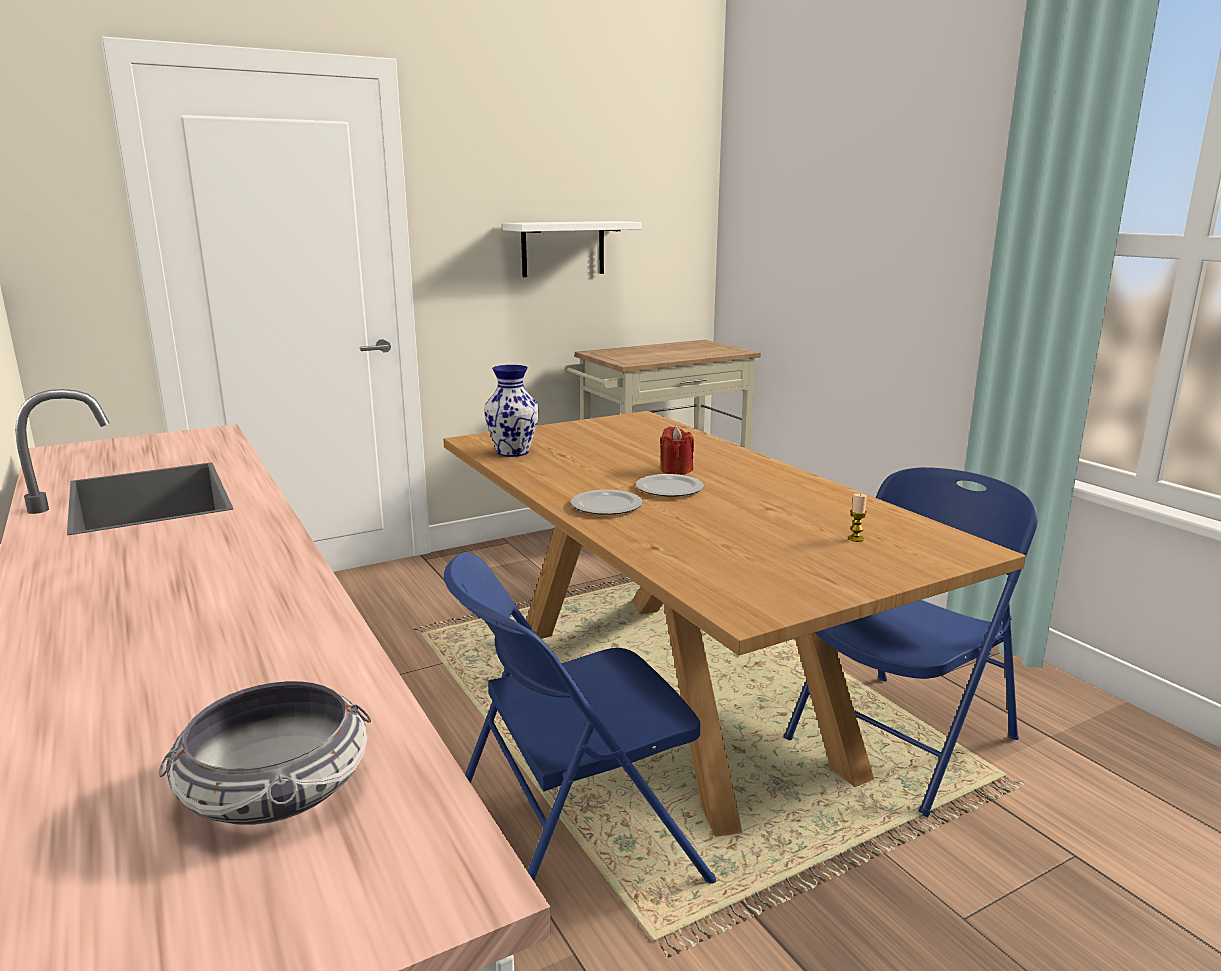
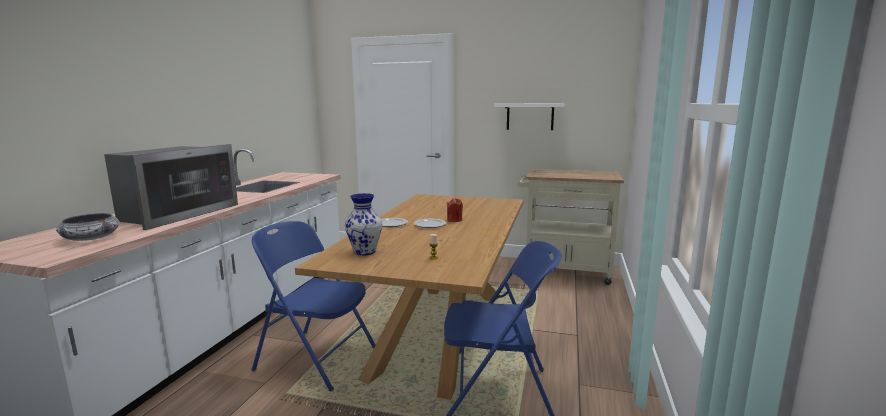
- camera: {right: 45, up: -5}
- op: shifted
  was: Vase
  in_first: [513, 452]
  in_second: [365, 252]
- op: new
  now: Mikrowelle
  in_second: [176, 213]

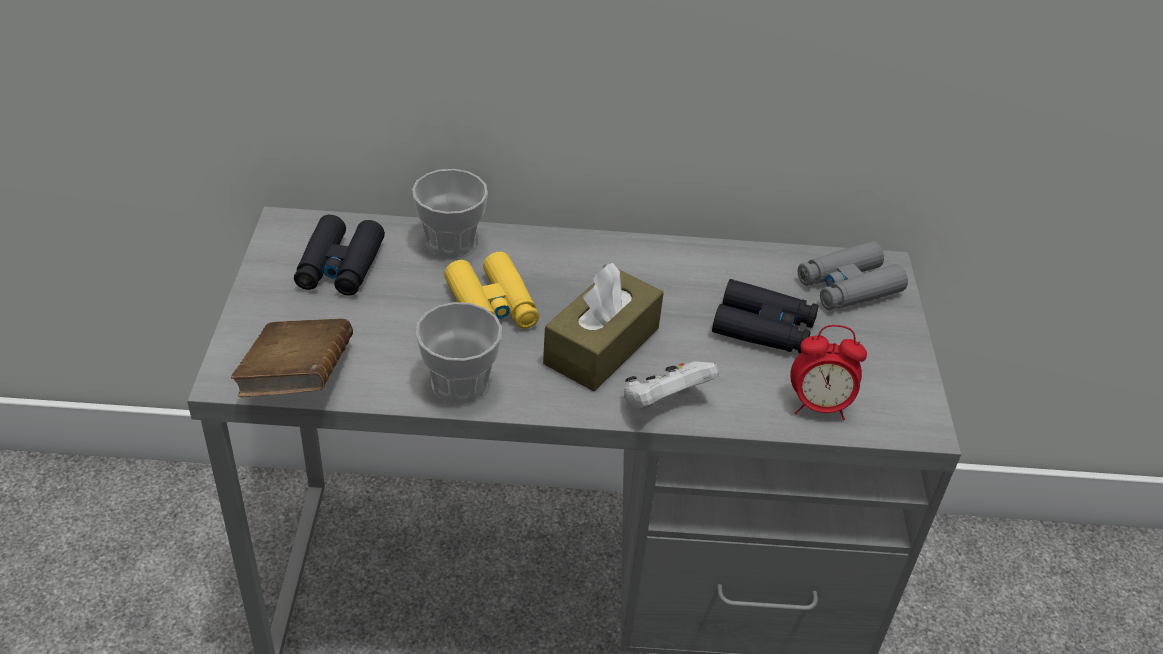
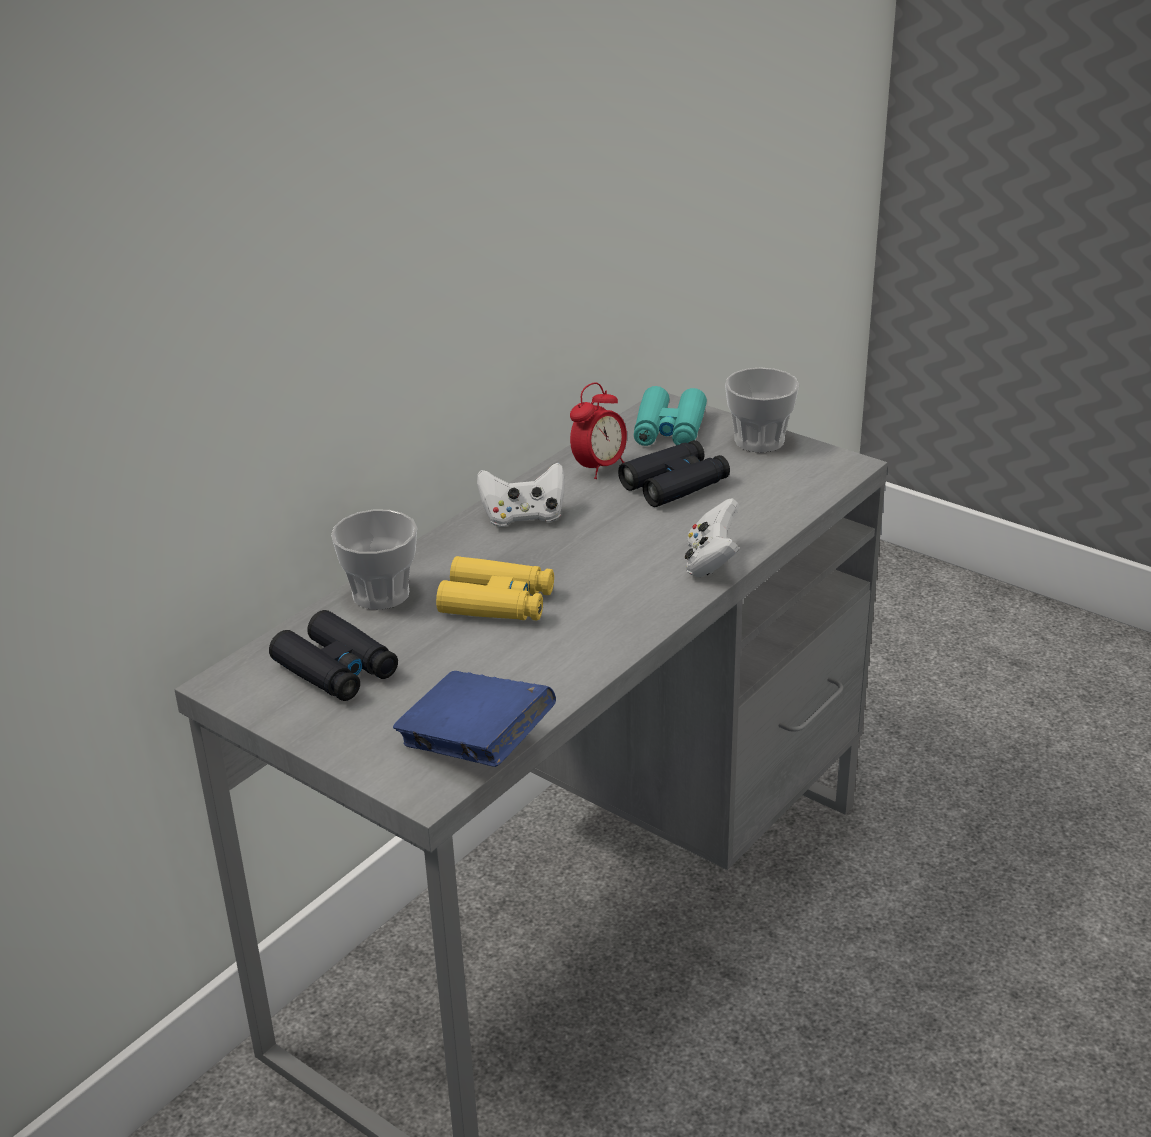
- camera: {right: -50, up: -10}
- op: repainted
  was: Buch [braun]
  now: Buch [blau]
  in_first: [298, 380]
  in_second: [476, 746]
- op: shifted
  was: Tasse
  in_first: [459, 384]
  in_second: [759, 441]
- op: gone
  was: Taschentuchbox [braun]
  in_first: [601, 346]
- op: shifted
  was: Wecker
  in_first: [819, 406]
  in_second: [599, 468]
- op: repainted
  was: Fernglas [grau]
  now: Fernglas [türkis]
  in_first: [848, 286]
  in_second: [669, 429]
- op: new
  now: Gamepad [weiß]
  in_second: [523, 517]

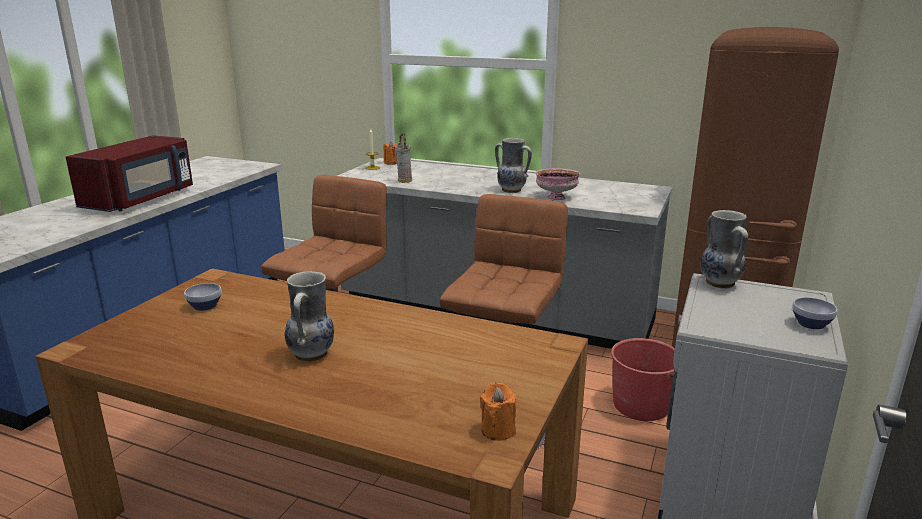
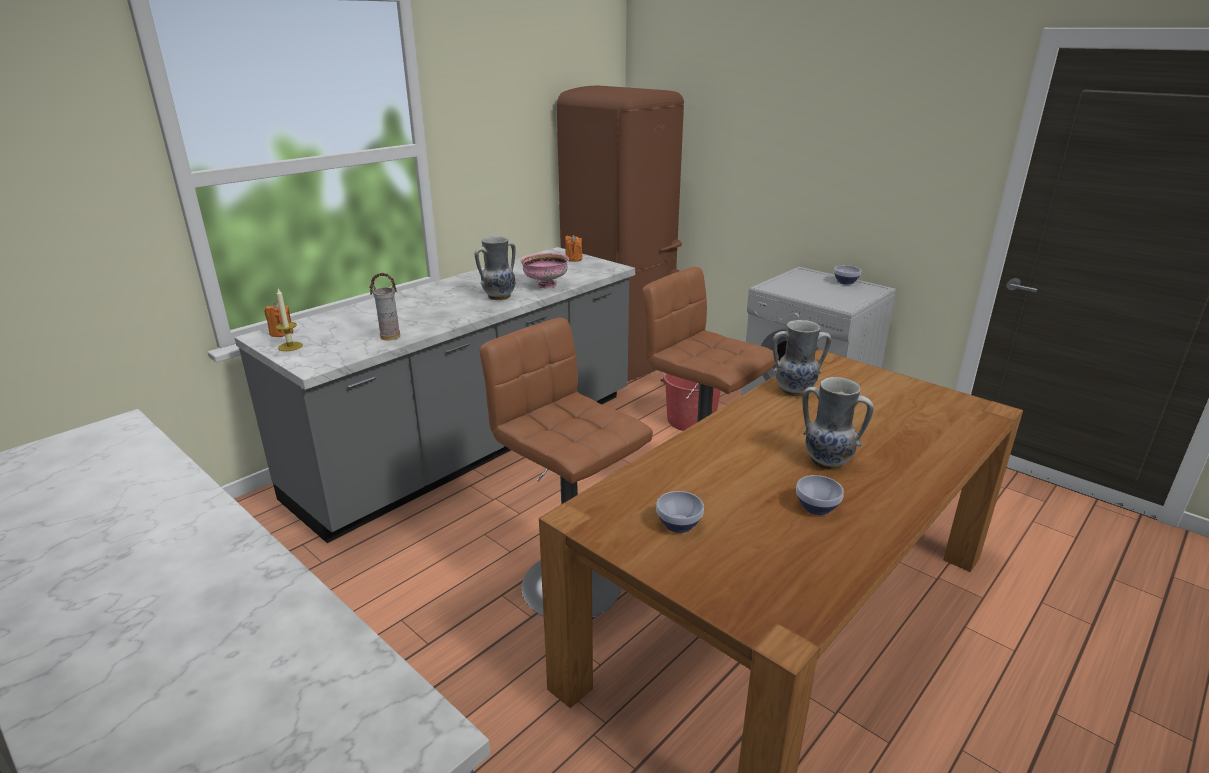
- camera: {right: -70, up: 5}
- op: gone
  was: Mikrowelle [rot]
  in_first: [141, 199]
- op: shifted
  was: Kerze [orange]
  in_first: [498, 430]
  in_second: [573, 259]
- op: shifted
  was: Vase
  in_first: [719, 283]
  in_second: [794, 391]
- op: new
  now: Schüssel
  in_second: [817, 508]

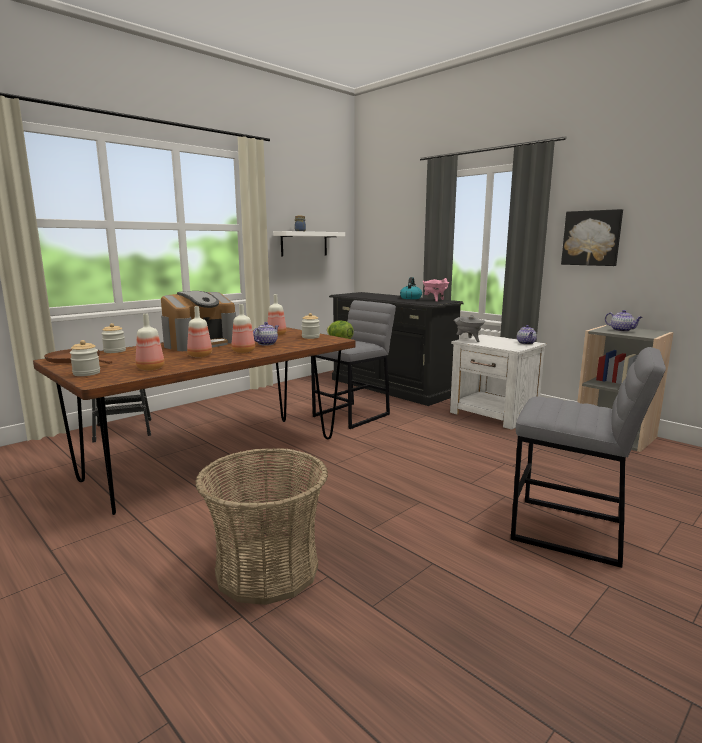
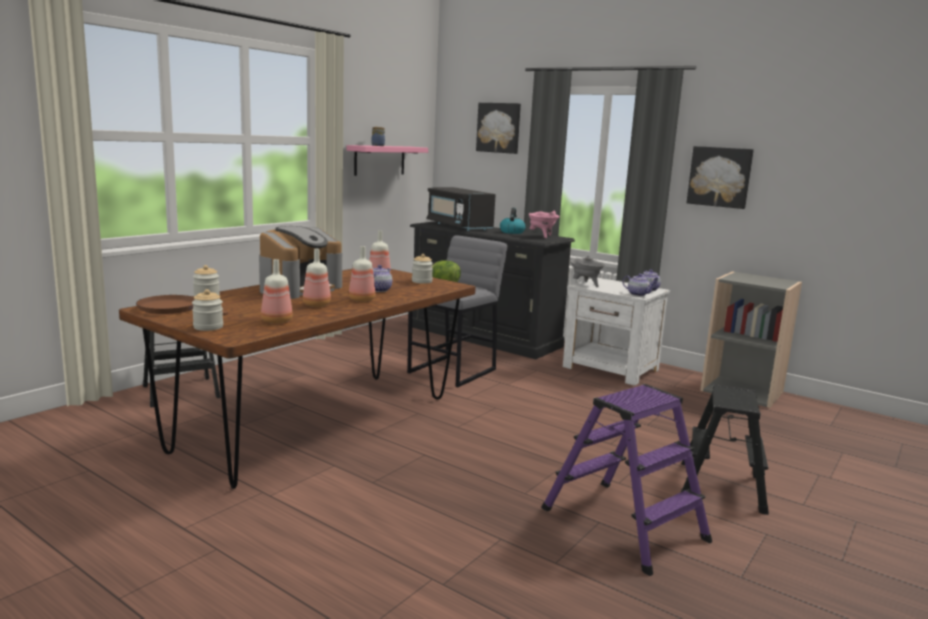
- camera: {right: -10, up: 0}
- op: gone
  was: Korb
  in_first: [267, 570]
- op: repainted
  was: Wandregal [weiß]
  now: Wandregal [rosa]
  in_first: [304, 244]
  in_second: [379, 160]
- op: swapped
  was: Hocker [grau]
  now: Trittleiter [schwarz]
  in_first: [571, 531]
  in_second: [721, 487]
- op: shifted
  was: Teekanne
  in_first: [622, 330]
  in_second: [638, 294]
- op: new
  now: Mikrowelle [schwarz]
  in_second: [458, 226]
- op: new
  now: Bild
  in_second: [499, 128]
- op: new
  now: Trittleiter [lila]
  in_second: [624, 524]

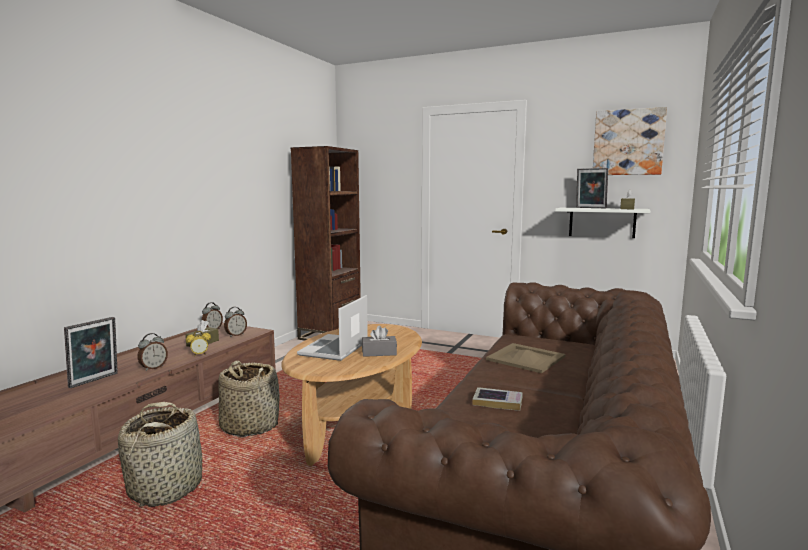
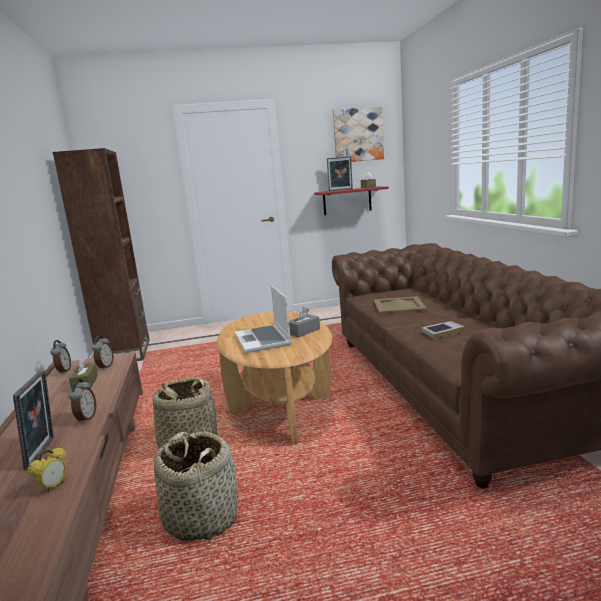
- camera: {right: -35, up: 5}
- op: shifted
  was: Wecker
  in_first: [199, 355]
  in_second: [53, 486]
- op: repainted
  was: Wandregal [weiß]
  now: Wandregal [rot]
  in_first: [602, 222]
  in_second: [347, 201]

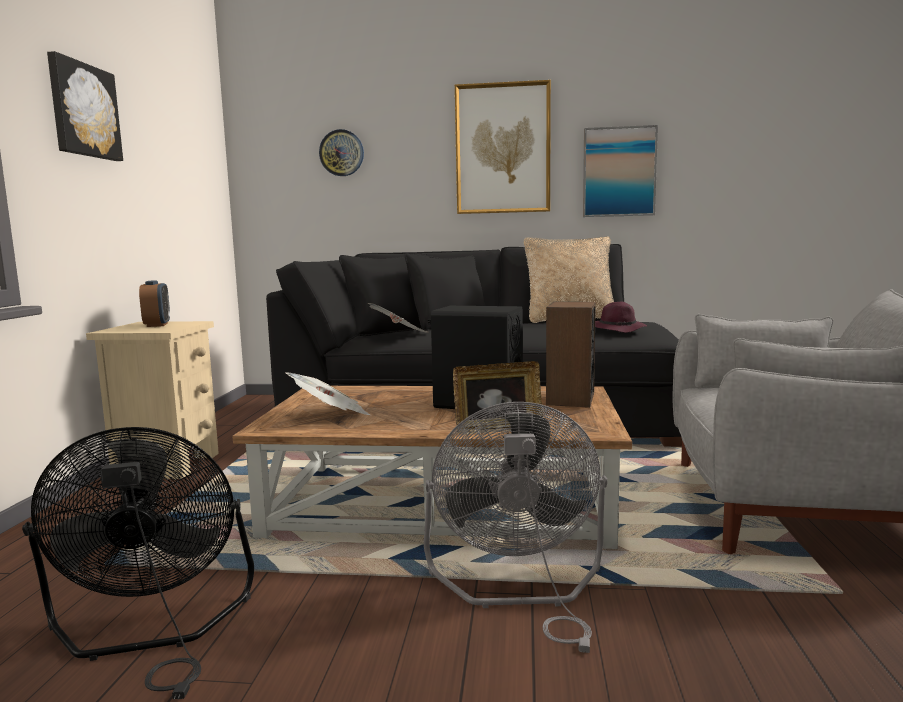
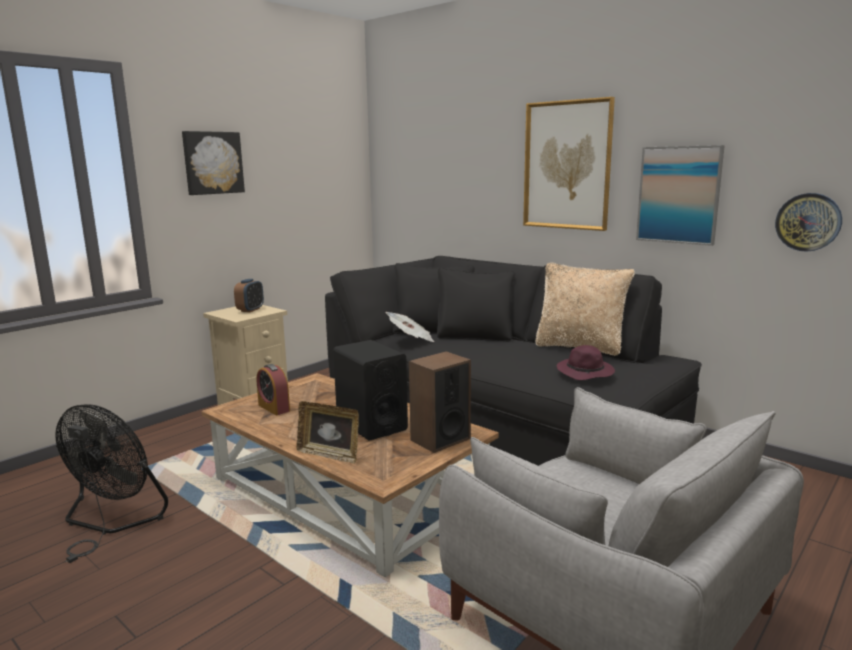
- camera: {right: 35, up: 5}
- op: swapped
  was: Zeitung
  now: Wecker
  in_first: [331, 415]
  in_second: [274, 408]
- op: shifted
  was: Wanduhr
  in_first: [341, 153]
  in_second: [808, 222]
- op: gone
  was: Ventilator [grau]
  in_first: [525, 591]

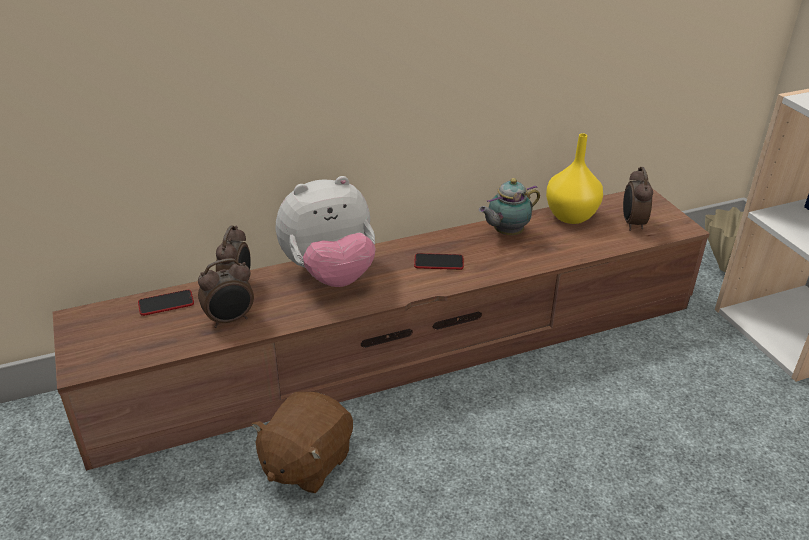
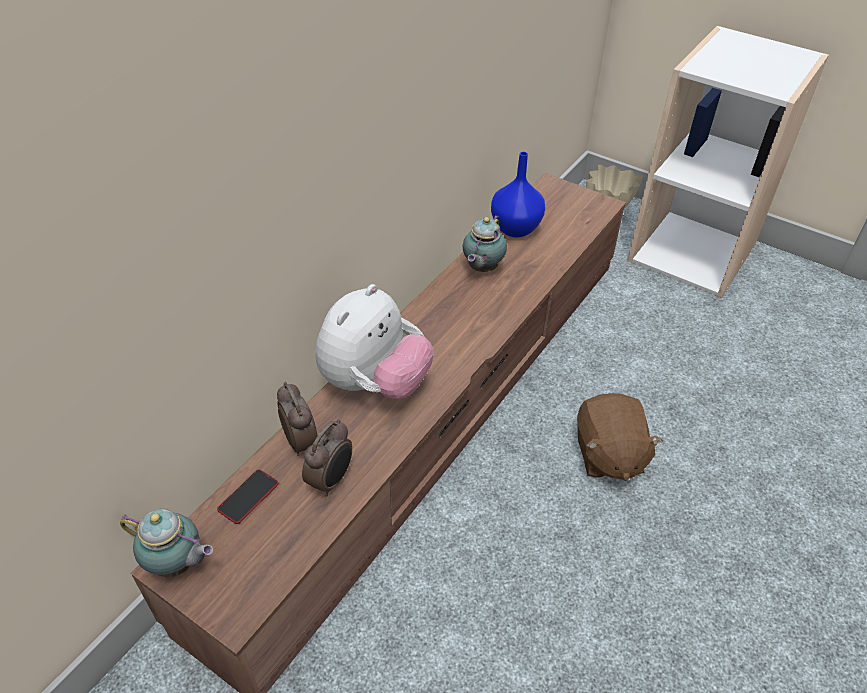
- camera: {right: -35, up: 10}
- op: shifted
  was: Plüschtier [braun]
  in_first: [306, 462]
  in_second: [608, 455]
- op: gone
  was: Handy
  in_first: [438, 262]
- op: repainted
  was: Vase [gelb]
  now: Vase [blau]
  in_first: [572, 216]
  in_second: [516, 228]
- op: gone
  was: Wecker
  in_first: [632, 223]
- op: new
  now: Teekanne
  in_second: [177, 564]

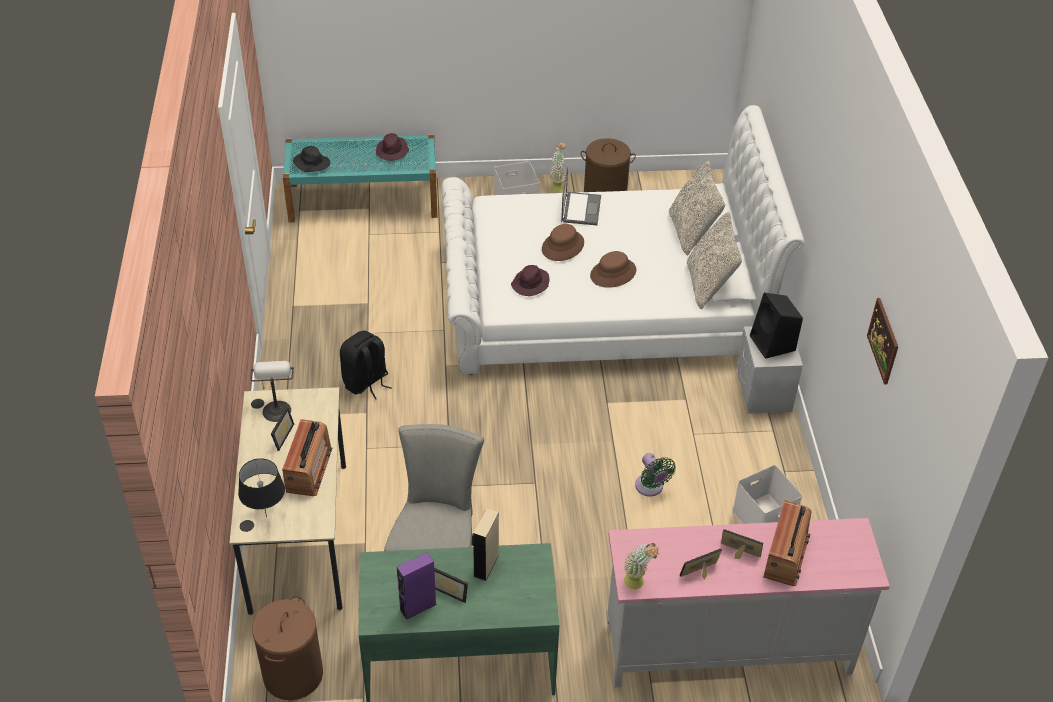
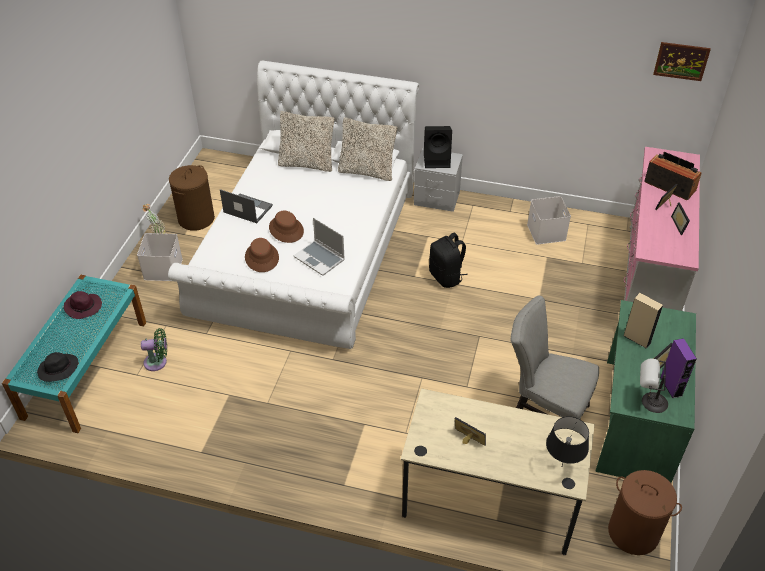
- camera: {right: -70, up: 0}
- op: shifted
  was: Tischlampe
  in_first: [276, 406]
  in_second: [649, 402]
- op: gone
  was: Radio
  in_first: [309, 469]
- op: shifted
  was: Rucksack [schwarz]
  in_first: [366, 383]
  in_second: [446, 277]
- op: swapped
  was: Hut [lila]
  now: Laptop
  in_first: [530, 284]
  in_second: [320, 259]
- op: shifted
  was: Hut [braun]
  in_first: [613, 273]
  in_second: [262, 257]
- op: gone
  was: Topfpflanze
  in_first: [638, 584]
- op: shifted
  was: Ventilator [grün]
  in_first: [650, 488]
  in_second: [158, 362]
- op: shifted
  was: Bild
  in_first: [883, 340]
  in_second: [681, 61]

